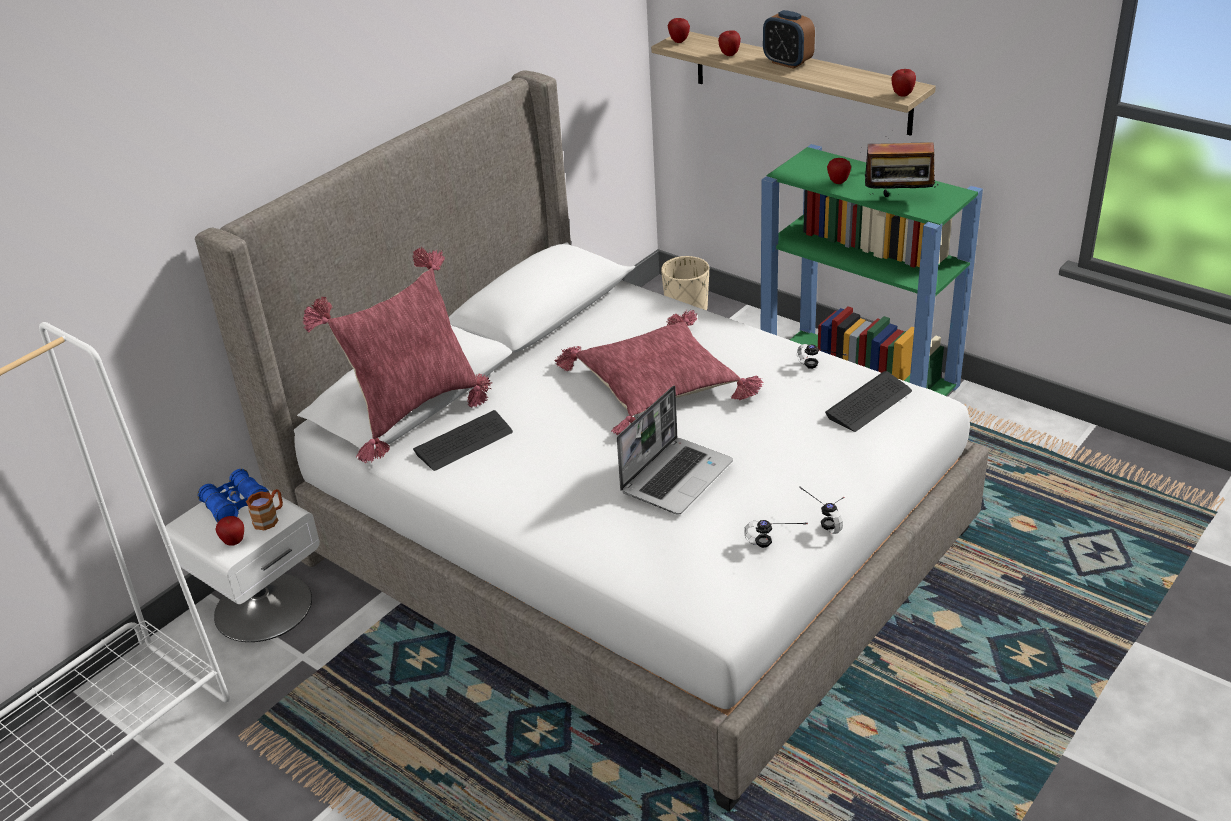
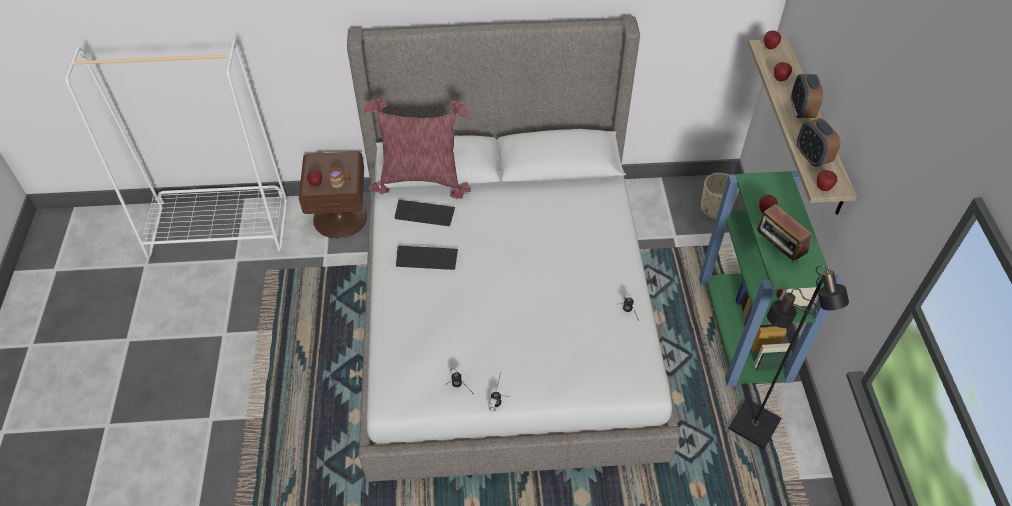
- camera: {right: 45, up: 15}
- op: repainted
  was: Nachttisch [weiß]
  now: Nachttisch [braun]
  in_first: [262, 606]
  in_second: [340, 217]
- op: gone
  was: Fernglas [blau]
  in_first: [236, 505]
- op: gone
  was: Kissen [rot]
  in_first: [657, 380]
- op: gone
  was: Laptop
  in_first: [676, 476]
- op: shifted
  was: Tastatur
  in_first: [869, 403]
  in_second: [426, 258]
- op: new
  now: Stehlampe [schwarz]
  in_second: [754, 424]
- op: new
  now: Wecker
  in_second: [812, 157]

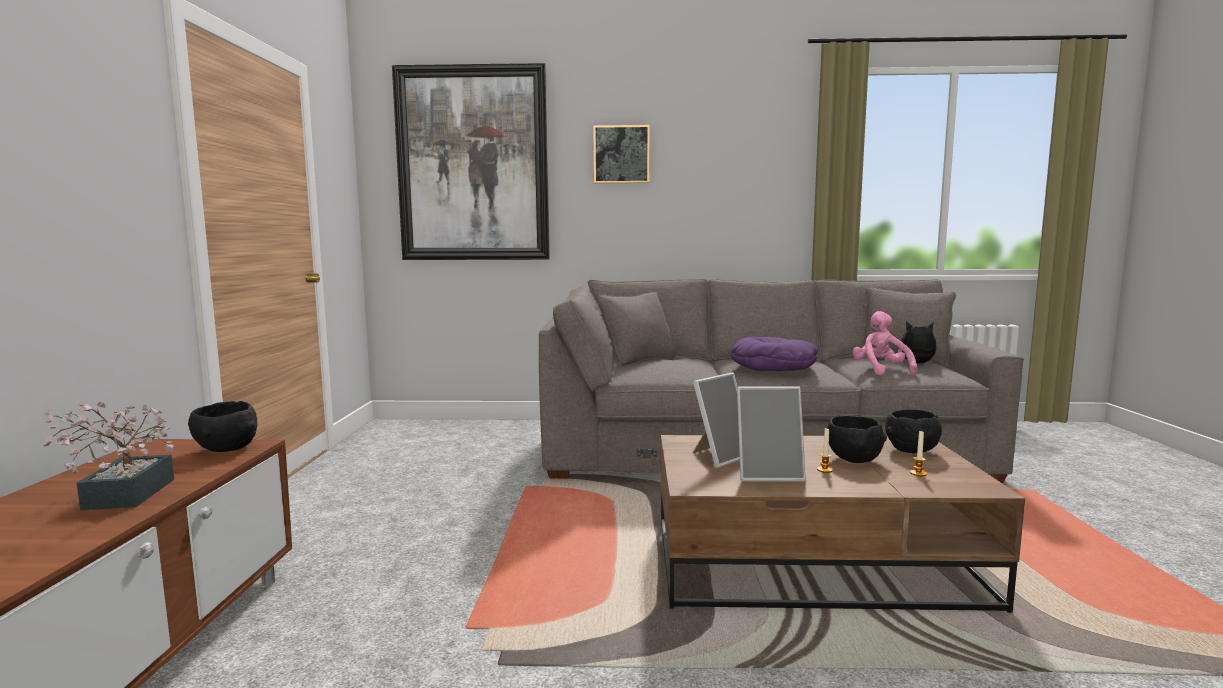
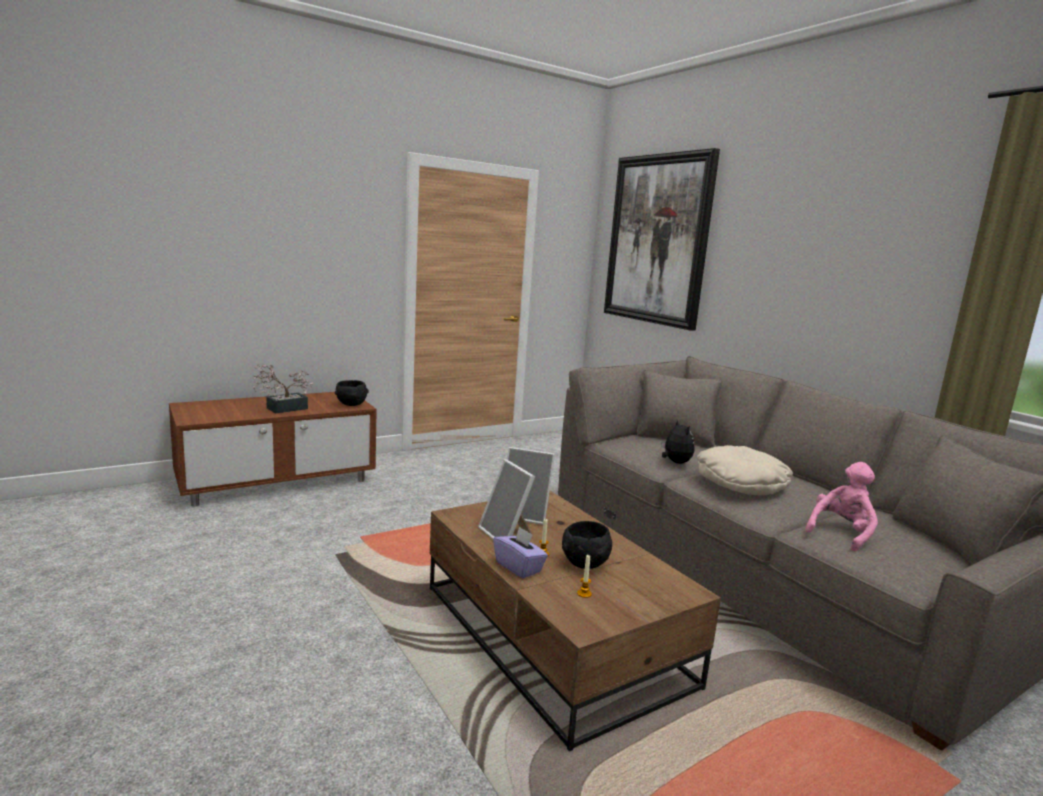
- camera: {right: 55, up: 5}
- op: gone
  was: Bild
  in_first: [621, 154]
- op: repainted
  was: Kissen [lila]
  now: Kissen [beige]
  in_first: [773, 367]
  in_second: [742, 483]
- op: gone
  was: Schüssel [schwarz]
  in_first: [911, 451]
- op: shifted
  was: Plüschtier
  in_first: [917, 363]
  in_second: [675, 462]
- op: new
  now: Taschentuchbox [lila]
  in_second: [519, 567]

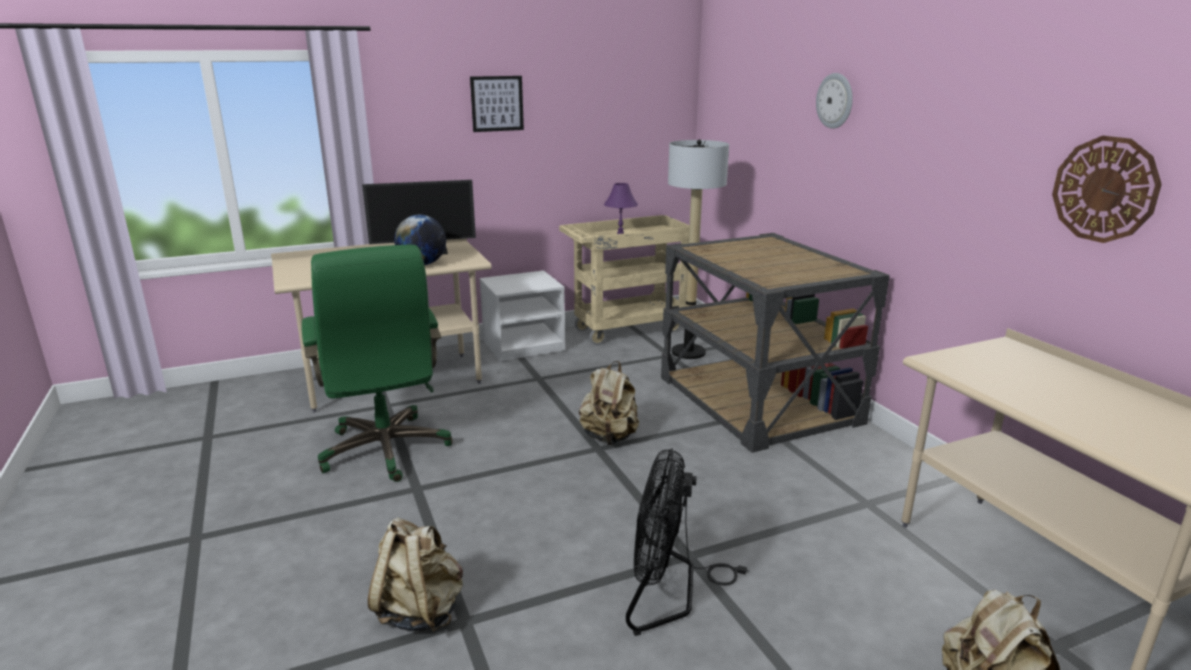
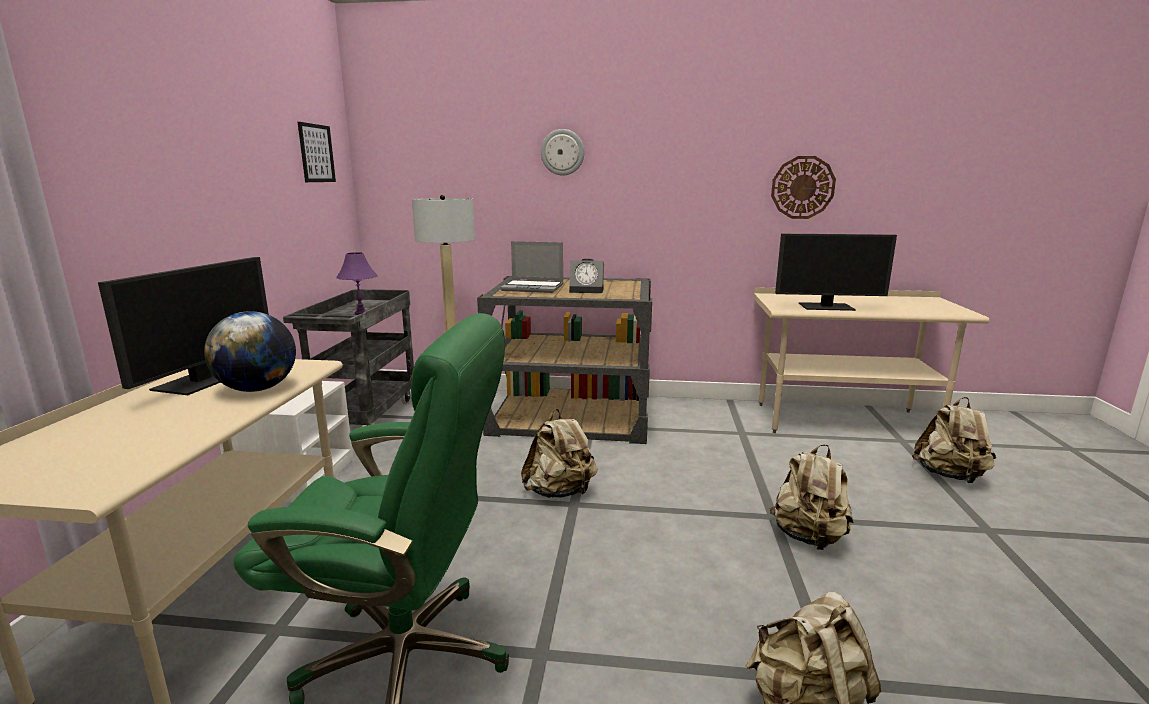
- camera: {right: -60, up: -5}
- op: shifted
  was: Bild
  in_first: [497, 103]
  in_second: [316, 153]
- op: repainted
  was: Rollwagen [beige]
  now: Rollwagen [schwarz]
  in_first: [623, 331]
  in_second: [366, 421]
- op: swapped
  was: Ventilator [schwarz]
  now: Rucksack [beige]
  in_first: [670, 584]
  in_second: [808, 537]
- op: new
  now: Laptop
  in_second: [533, 288]
- op: new
  now: Wecker
  in_second: [588, 290]
- op: new
  now: Monitor
  in_second: [827, 307]

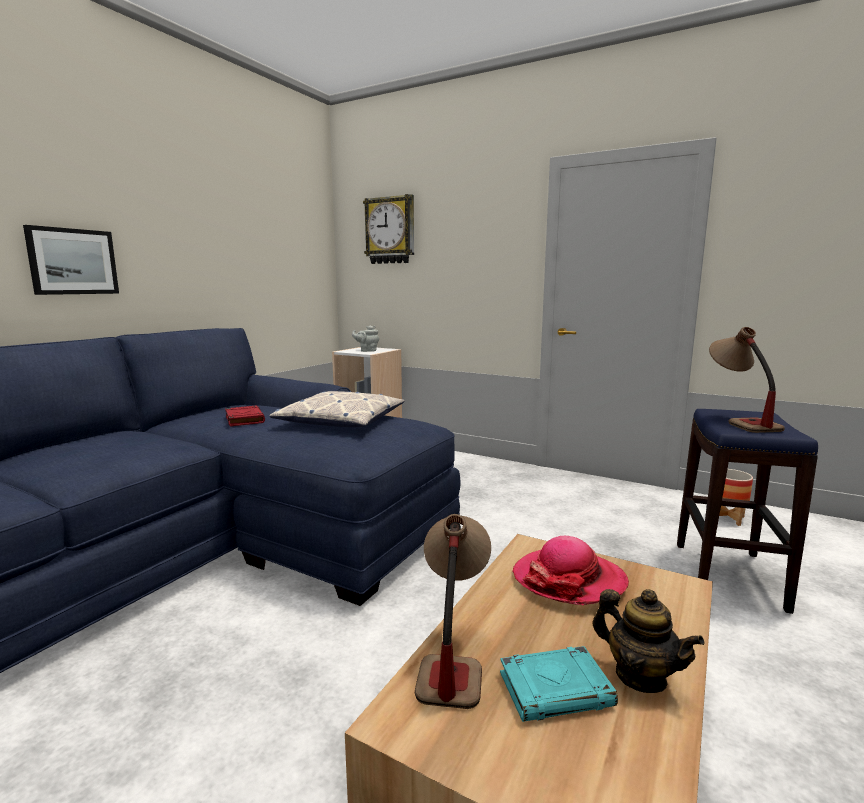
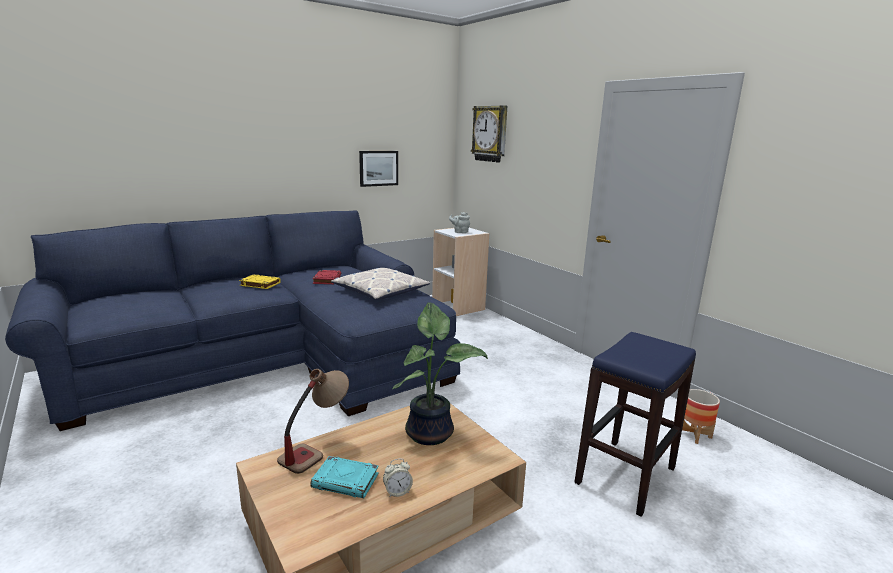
- camera: {right: 25, up: 5}
- op: shifted
  was: Bild
  in_first: [73, 261]
  in_second: [378, 168]
- op: swapped
  was: Hut
  now: Topfpflanze
  in_first: [569, 580]
  in_second: [431, 432]
- op: swapped
  was: Teekanne
  now: Wecker
  in_first: [640, 676]
  in_second: [397, 492]
- op: gone
  was: Tischlampe
  in_first: [738, 421]
- op: new
  now: Buch [gelb]
  in_second: [260, 284]

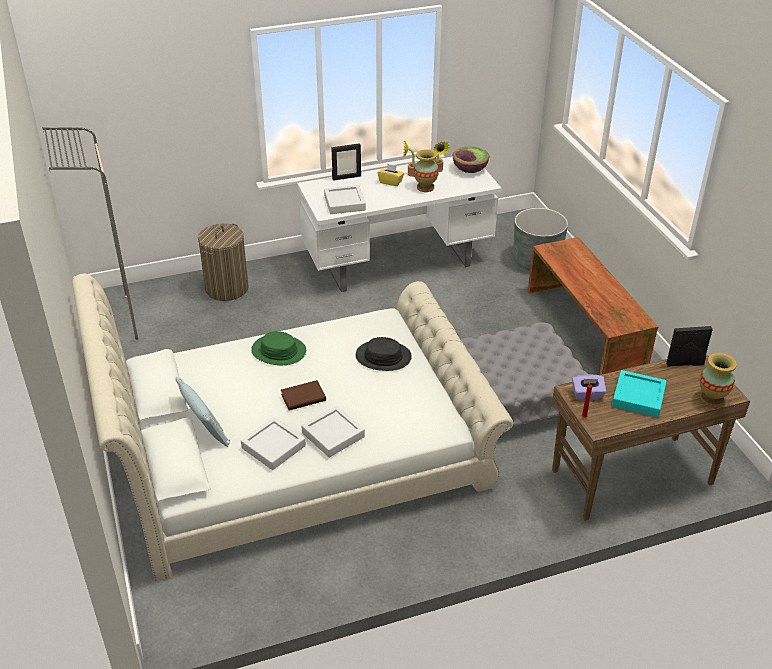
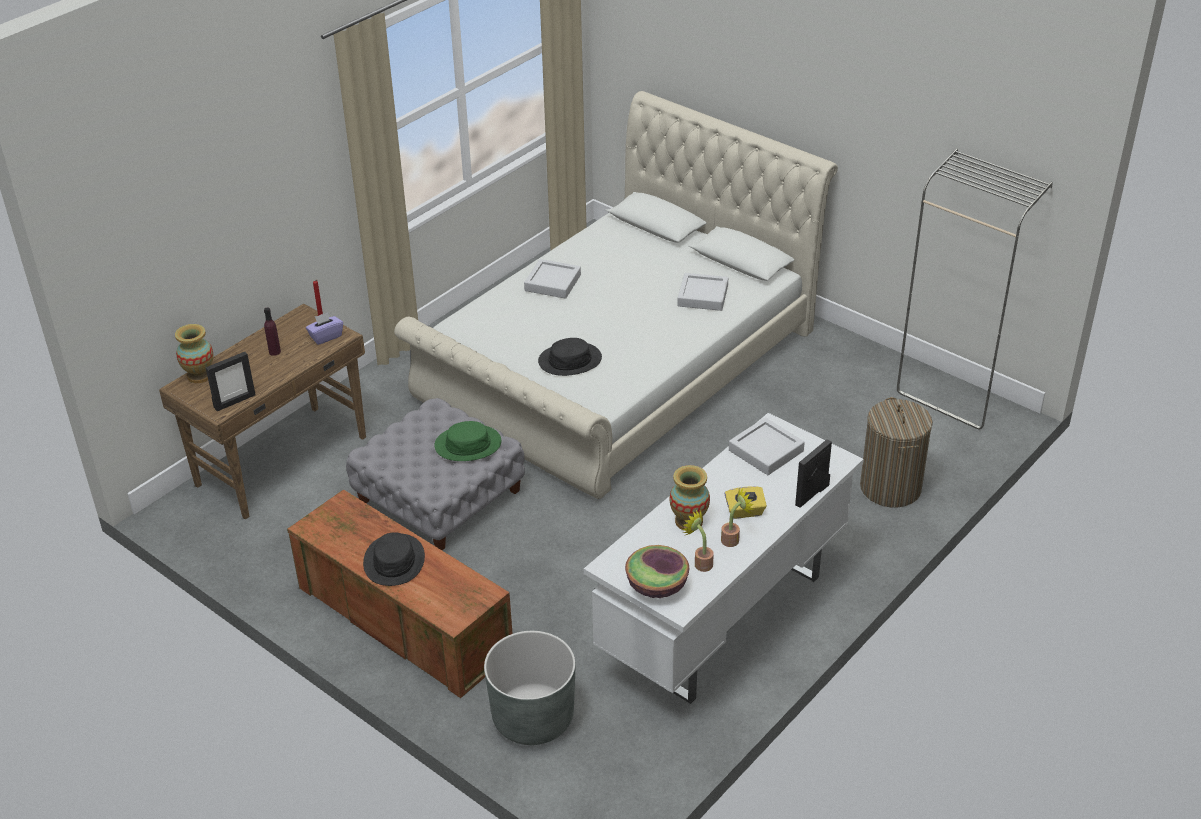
- camera: {right: 150, up: 0}
- op: gone
  was: Kissen [blau]
  in_first: [204, 428]
- op: shifted
  was: Tablett [grau]
  in_first: [273, 447]
  in_second: [702, 296]
- op: shifted
  was: Hut [grün]
  in_first: [278, 351]
  in_second: [468, 444]
- op: gone
  was: Buch [braun]
  in_first: [303, 397]
- op: swapped
  was: Tablett [türkis]
  now: Flasche [lila]
  in_first: [638, 397]
  in_second: [274, 352]
- op: new
  now: Hut [schwarz]
  in_second: [394, 561]

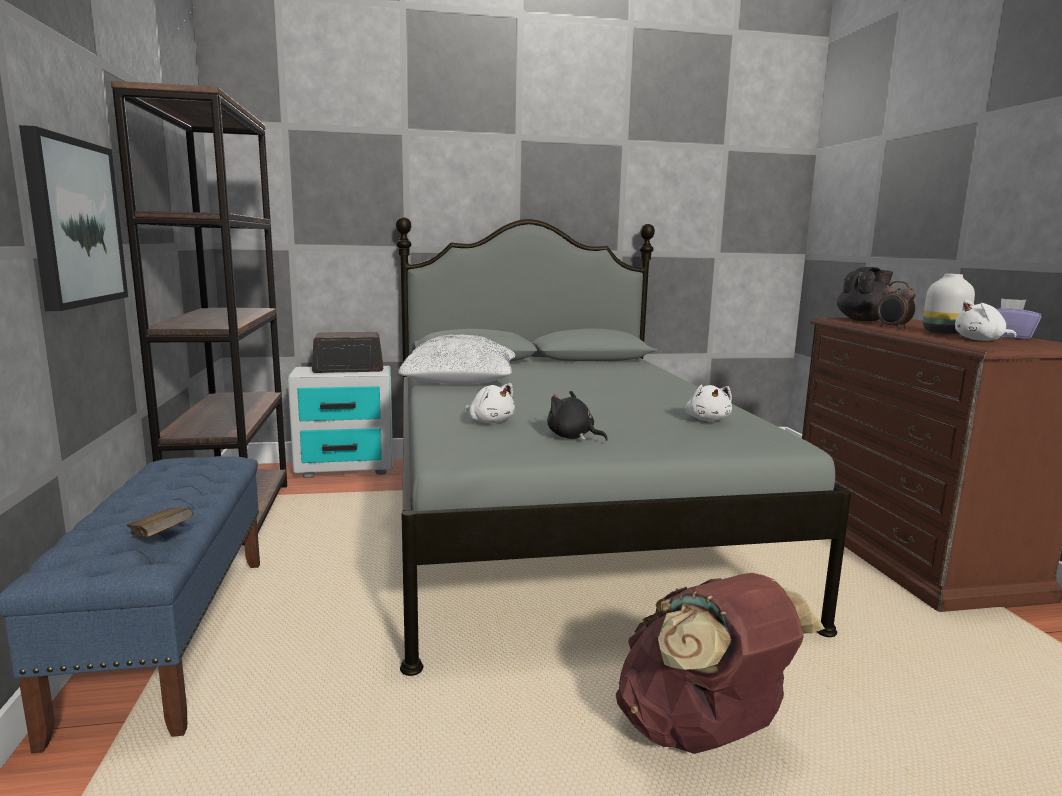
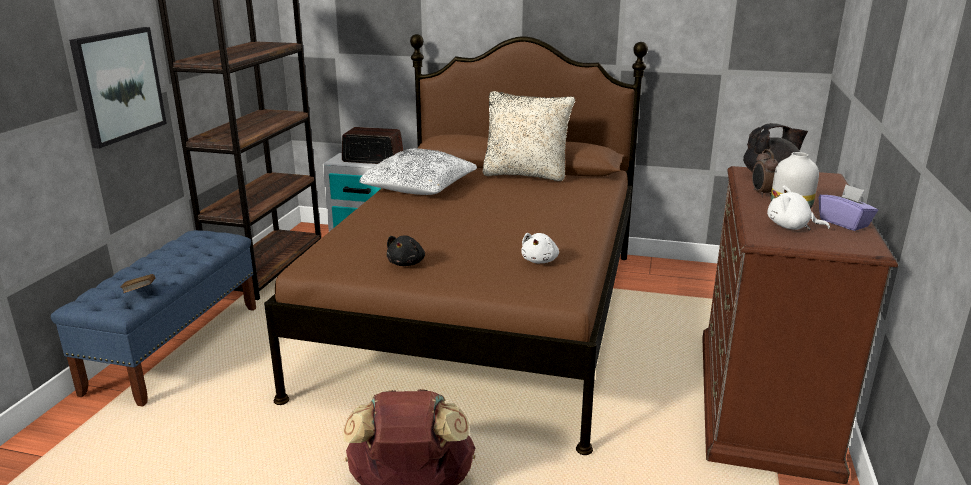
- camera: {right: 25, up: 10}
- op: repainted
  was: Bett [grau]
  now: Bett [braun]
  in_first: [561, 524]
  in_second: [484, 317]
- op: gone
  was: Plüschtier [weiß]
  in_first: [490, 421]
- op: rotated
  was: Plüschtier [schwarz]
  in_first: [572, 437]
  in_second: [407, 263]
  clockwise: -135
- op: new
  now: Kissen [beige]
  in_second: [526, 176]

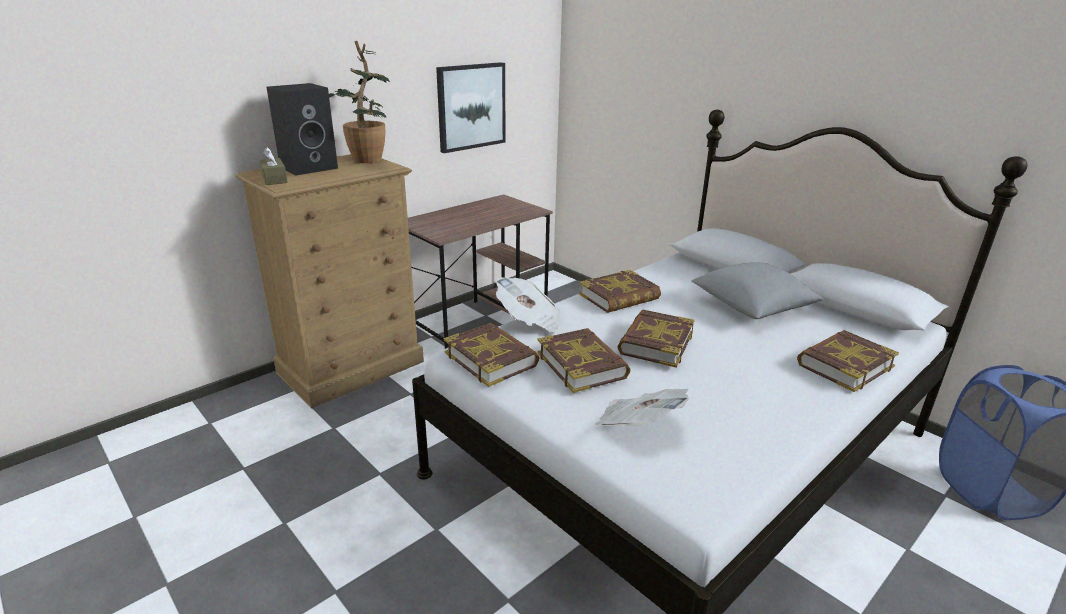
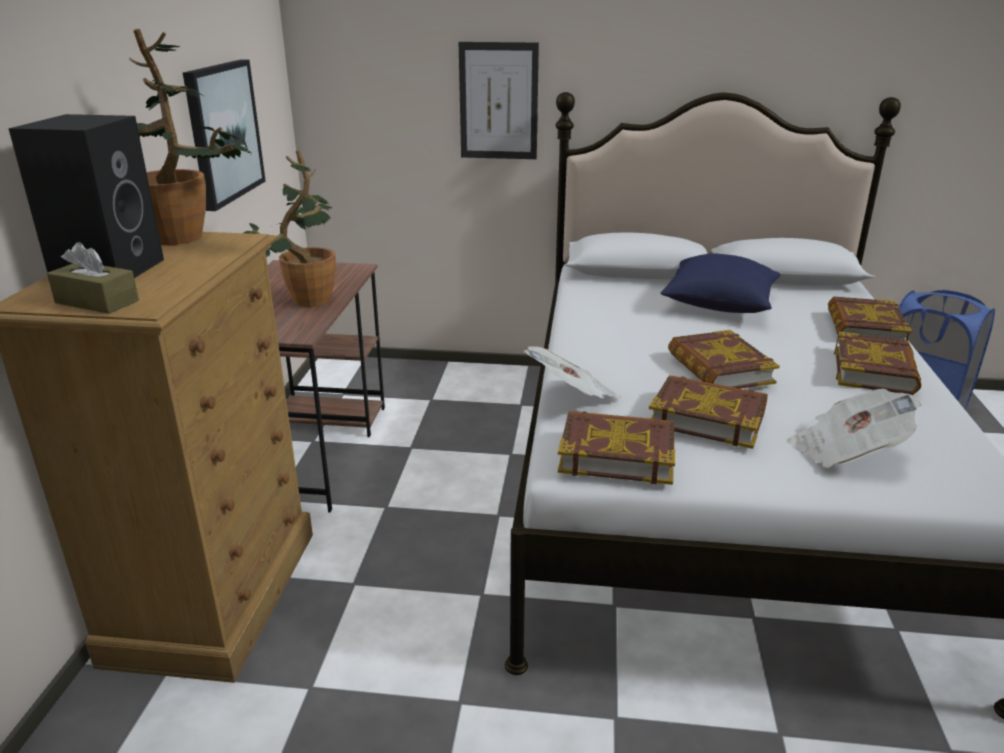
- camera: {right: -40, up: 0}
- op: shifted
  was: Buch
  in_first: [619, 297]
  in_second: [874, 371]
- op: repainted
  was: Kissen [grau]
  now: Kissen [blau]
  in_first: [751, 307]
  in_second: [718, 305]
- op: new
  now: Topfpflanze
  in_second: [303, 302]
- op: new
  now: Bild
  in_second: [498, 101]

